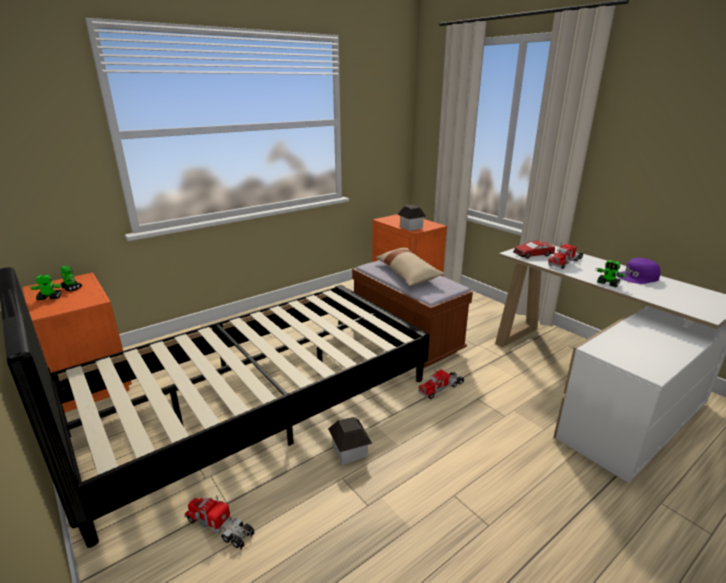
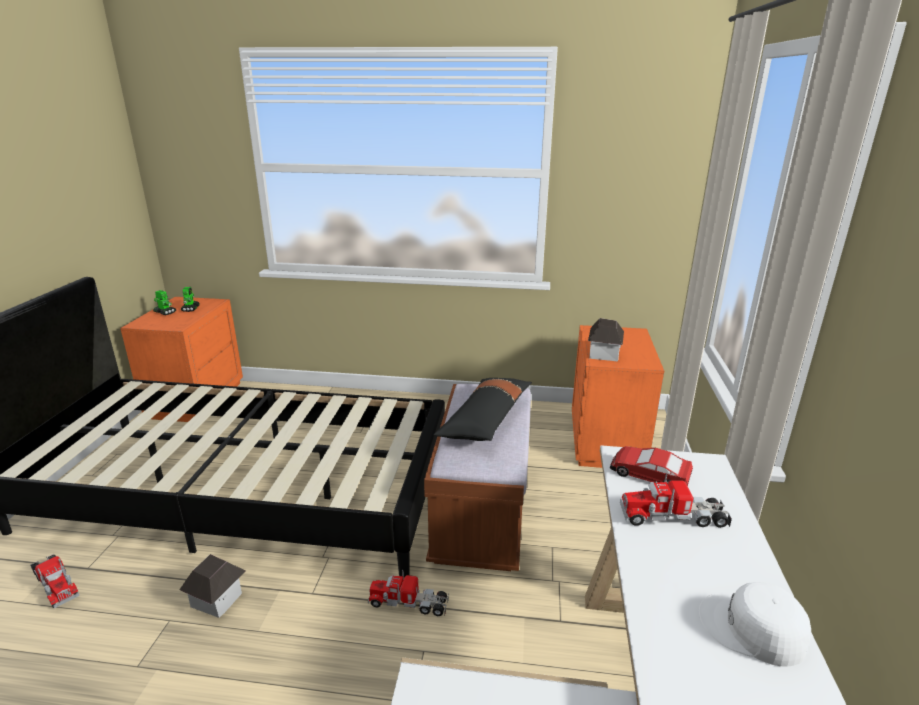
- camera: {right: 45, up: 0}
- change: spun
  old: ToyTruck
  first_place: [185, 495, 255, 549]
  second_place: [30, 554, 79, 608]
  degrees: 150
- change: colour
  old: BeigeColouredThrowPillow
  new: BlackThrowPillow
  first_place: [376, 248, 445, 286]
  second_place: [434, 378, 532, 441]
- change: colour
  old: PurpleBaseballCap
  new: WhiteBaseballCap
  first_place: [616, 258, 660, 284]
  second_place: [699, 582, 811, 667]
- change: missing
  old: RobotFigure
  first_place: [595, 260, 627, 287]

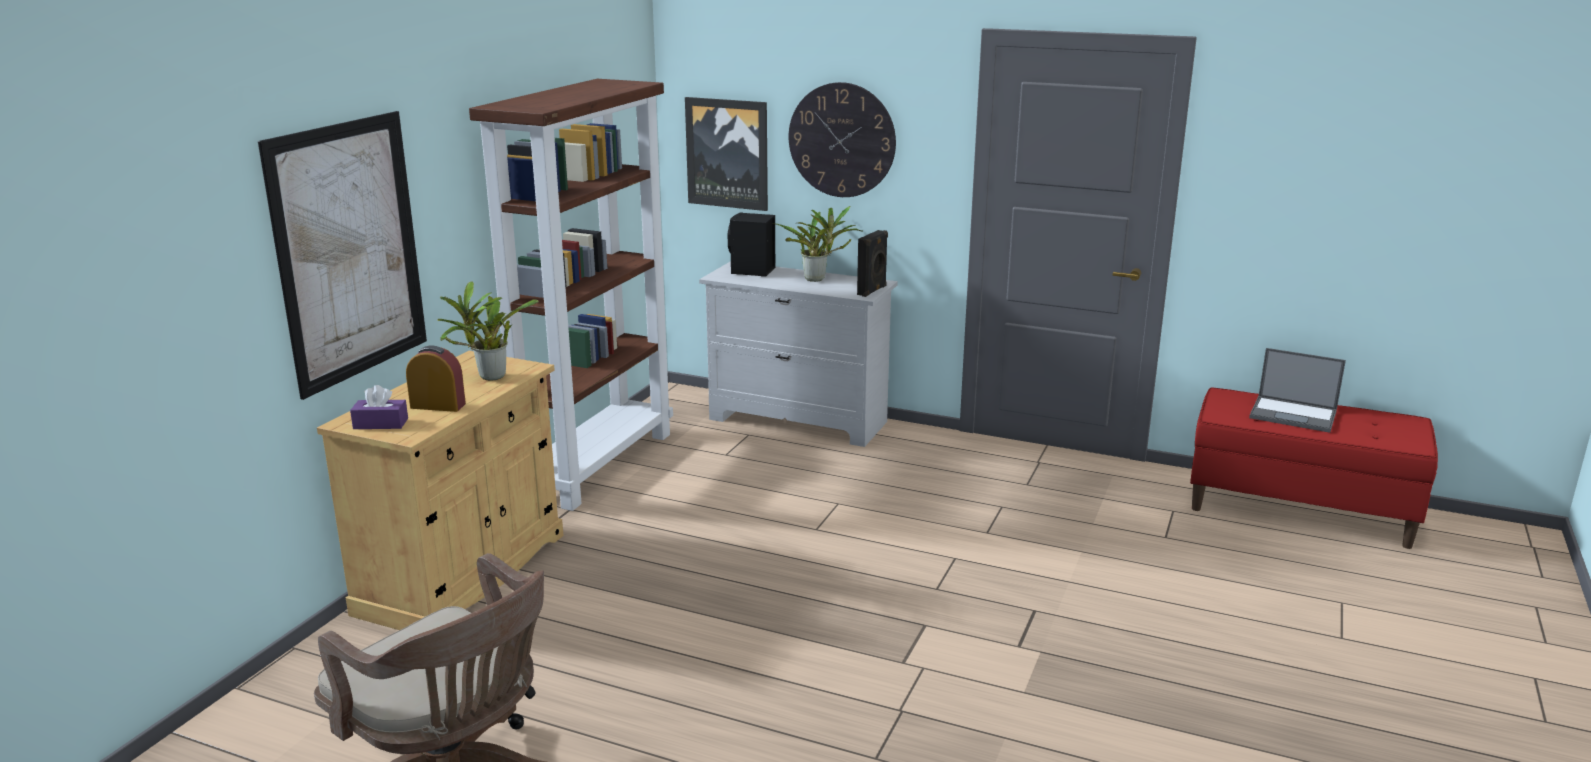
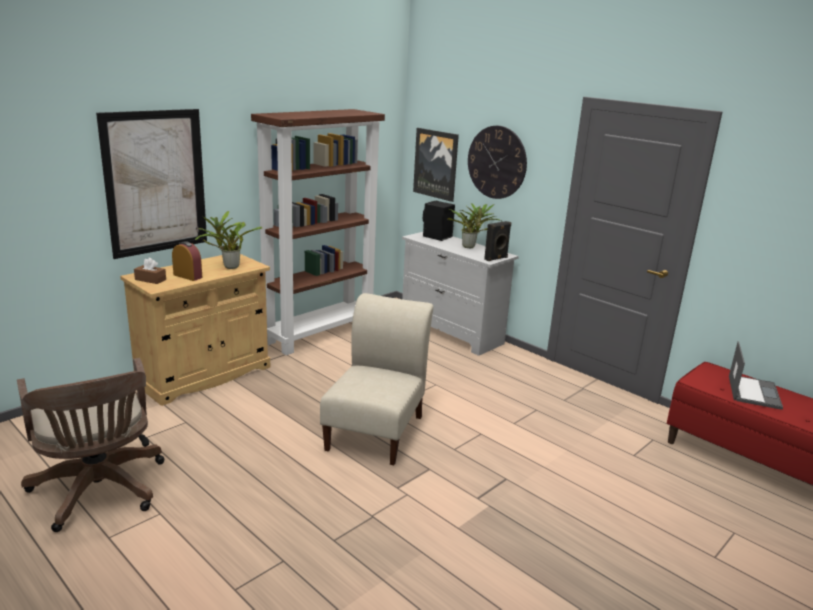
- camera: {right: 20, up: 0}
- change: colour
  old: PurpleBoxOfTissues
  new: BrownishBoxOfTissues
  first_place: [350, 385, 408, 429]
  second_place: [134, 258, 166, 284]
- change: appeared
  new: BeigeColouredPlainChair
  second_place: [320, 293, 433, 465]
- change: spun
  old: PortableComputer
  first_place: [1249, 348, 1346, 433]
  second_place: [729, 341, 783, 410]
  degrees: -120

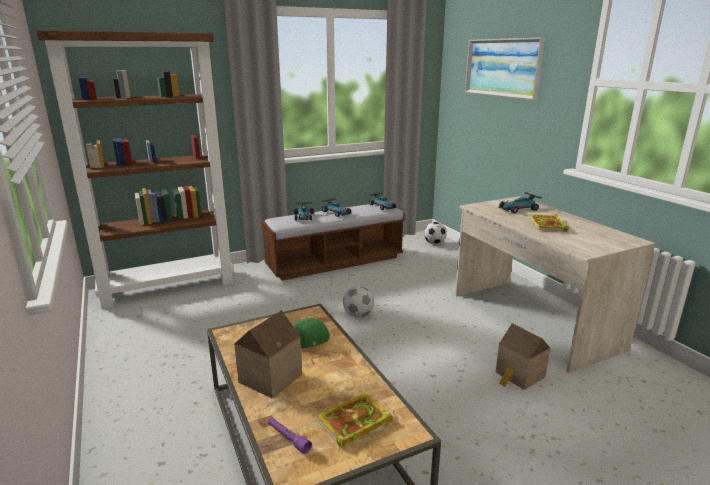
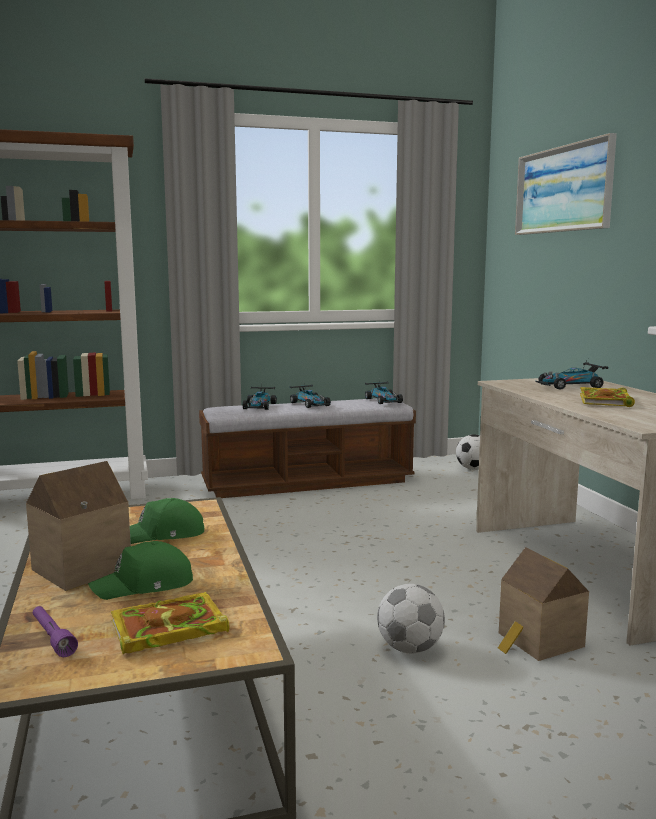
- camera: {right: 10, up: -10}
- change: appeared
  new: GreenishBaseballCap
  second_place: [88, 541, 193, 600]
- change: relocated
  old: Football
  first_place: [343, 286, 374, 318]
  second_place: [377, 584, 445, 653]

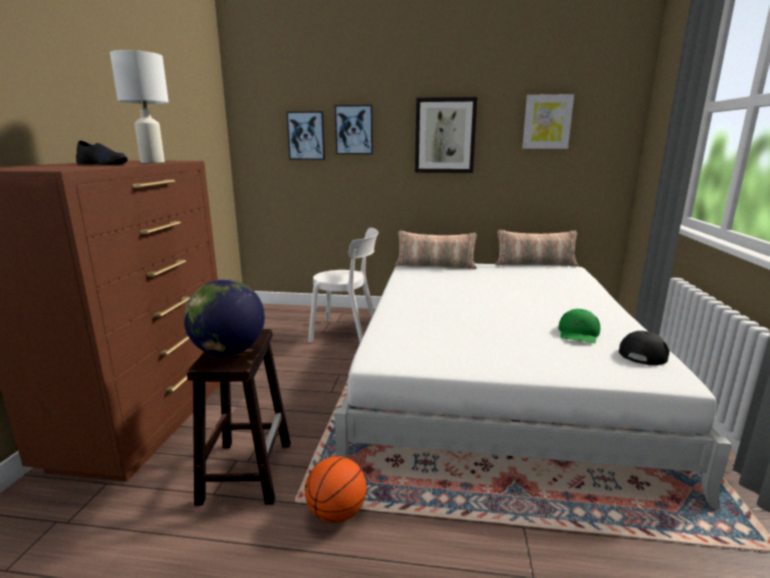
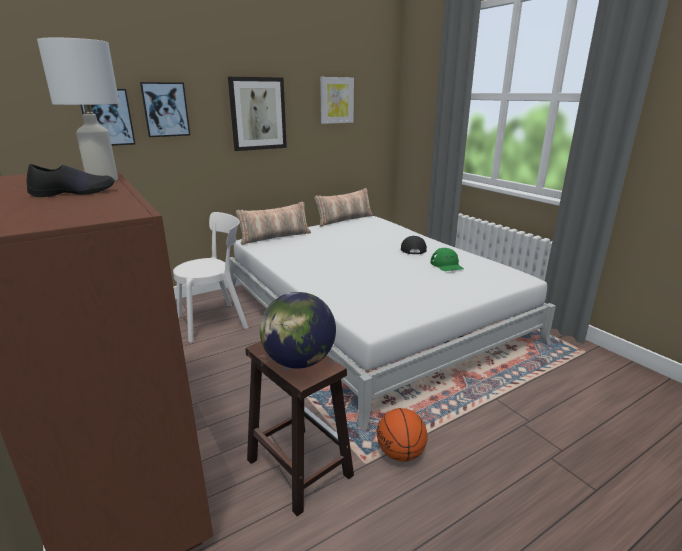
- camera: {right: -40, up: 5}
- change: relocated
  old: BlackBaseballCap
  first_place: [619, 331, 670, 365]
  second_place: [401, 236, 427, 254]

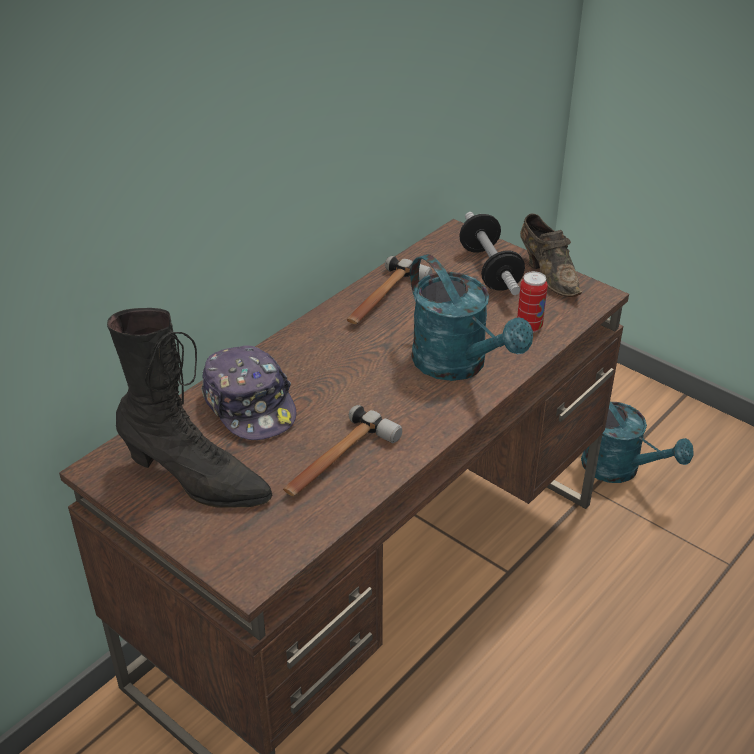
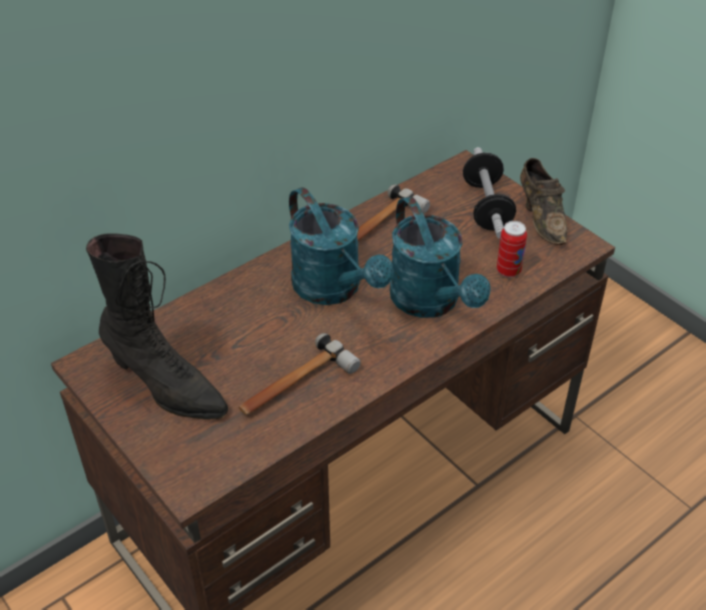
- camera: {right: 10, up: 5}
- change: relocated
  old: TurquoiseSprinklingCan
  first_place: [581, 401, 693, 483]
  second_place: [289, 187, 393, 305]
- change: missing
  old: BaseballCap
  first_place: [201, 345, 296, 440]

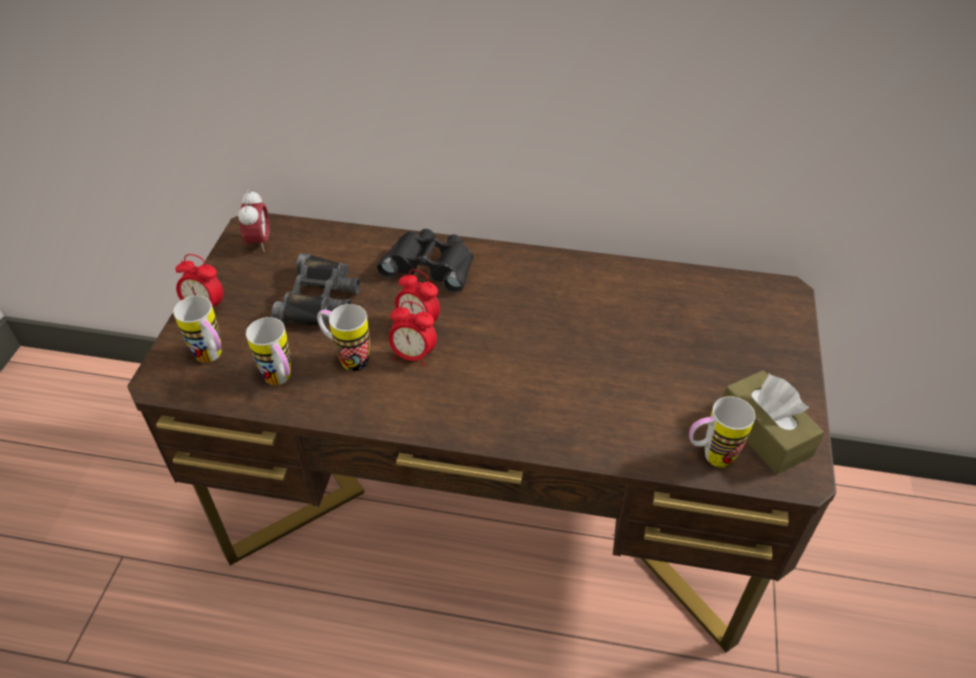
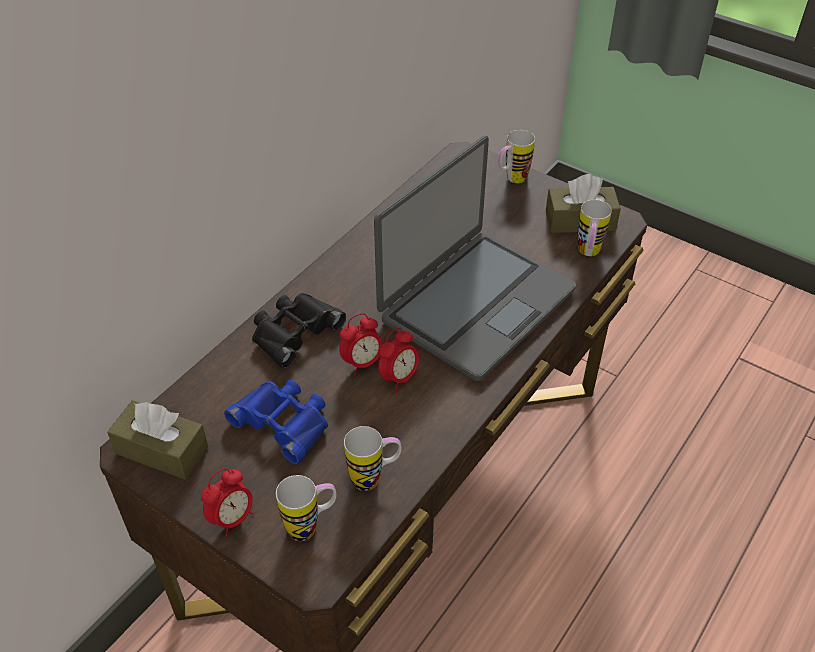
- camera: {right: -65, up: 0}
- change: exchanged
  old: BedsideClock
  new: BrownishBoxOfTissues
  first_place: [238, 189, 270, 252]
  second_place: [107, 400, 208, 480]
- change: colour
  old: BlackPairOfBinoculars
  new: BlueColouredPairOfBinoculars
  first_place: [271, 253, 360, 325]
  second_place: [224, 379, 328, 464]
- change: appeared
  new: PortableComputer
  second_place: [374, 136, 576, 381]
- change: relocated
  old: CoffeeMug
  first_place: [317, 304, 370, 371]
  second_place: [498, 130, 535, 183]

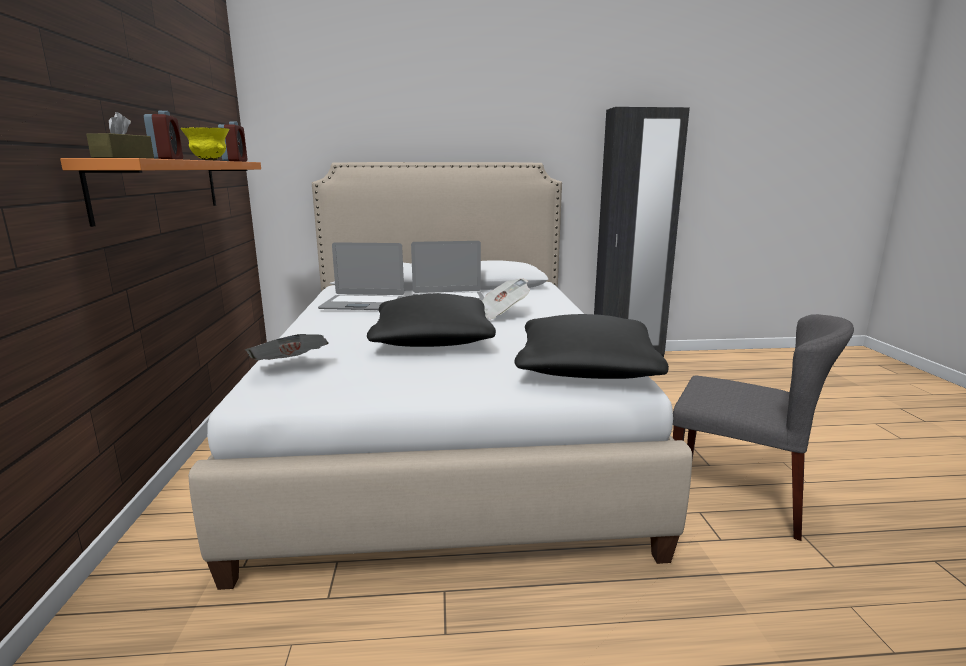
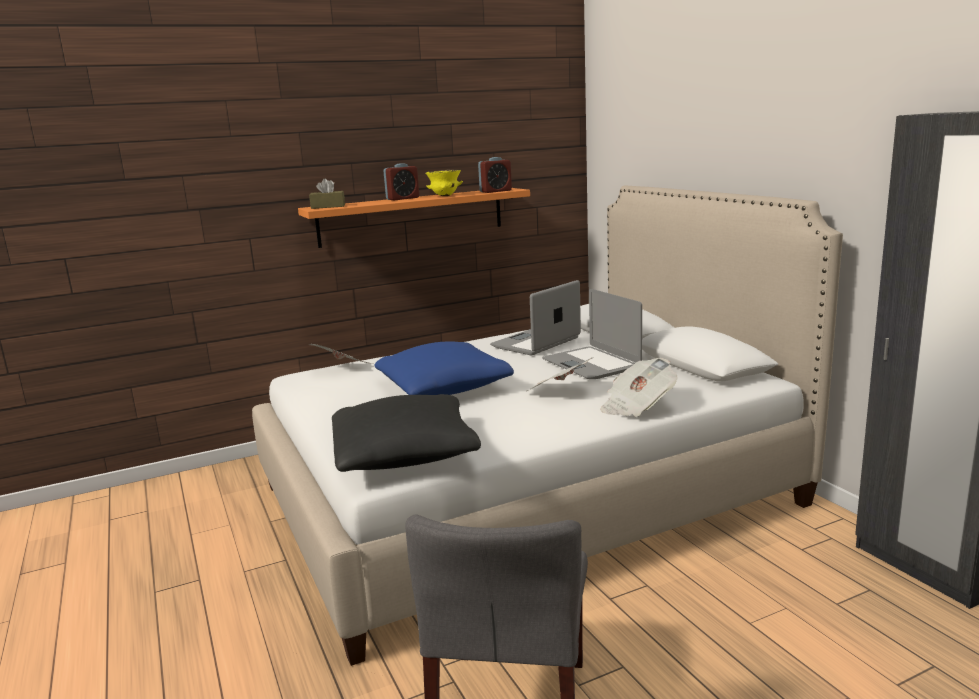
- camera: {right: 70, up: 0}
- change: colour
  old: BlackThrowPillow
  new: BlueColouredThrowPillow
  first_place: [367, 294, 496, 347]
  second_place: [374, 341, 514, 395]
- change: spun
  old: PortableComputer
  first_place: [318, 242, 404, 310]
  second_place: [490, 280, 581, 356]
  degrees: 60
- change: appeared
  new: PrintedPaper
  second_place: [600, 358, 678, 417]

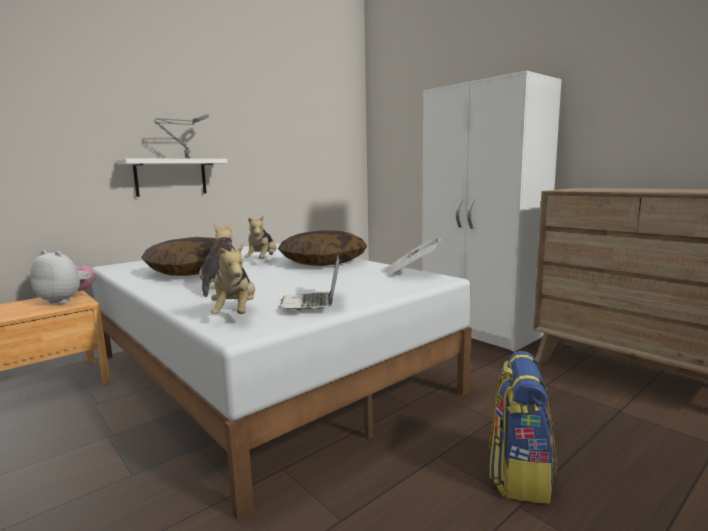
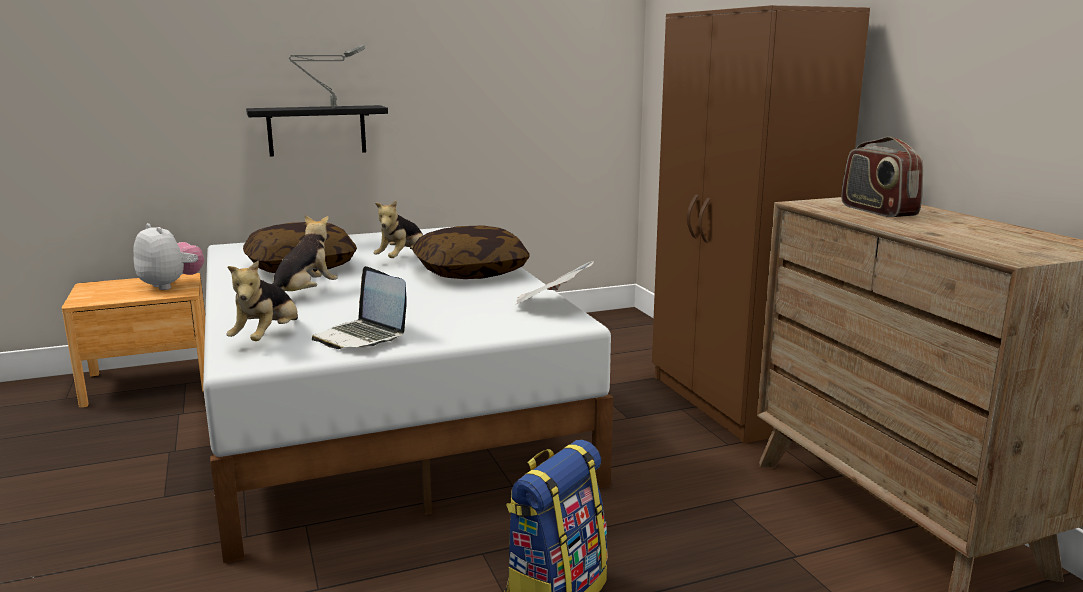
- camera: {right: 20, up: 5}
- change: colour
  old: WhiteShelf
  new: BlackShelf
  first_place: [117, 159, 227, 197]
  second_place: [246, 105, 388, 156]
- change: spun
  old: PortableComputer
  first_place: [279, 251, 339, 310]
  second_place: [312, 266, 407, 349]
  degrees: -60
- change: colour
  old: WhiteWardrobe
  new: BrownishWardrobe
  first_place: [422, 71, 562, 352]
  second_place: [652, 5, 870, 444]
- change: appeared
  new: Radio
  second_place: [841, 136, 923, 217]

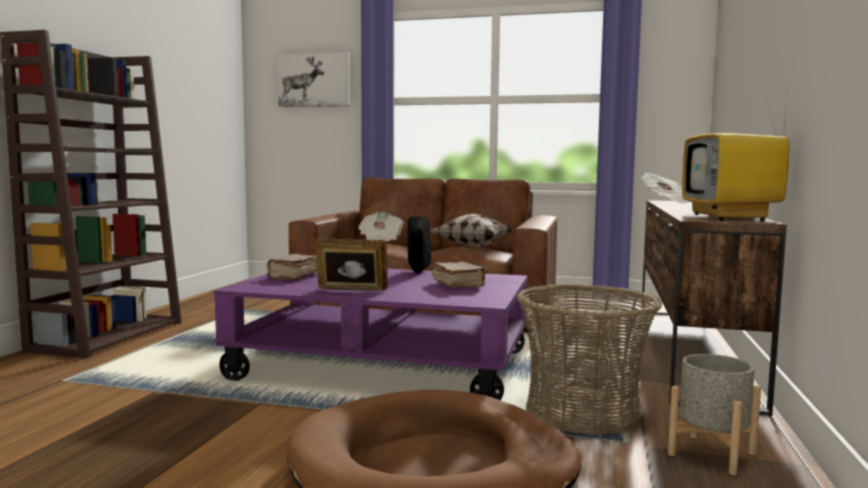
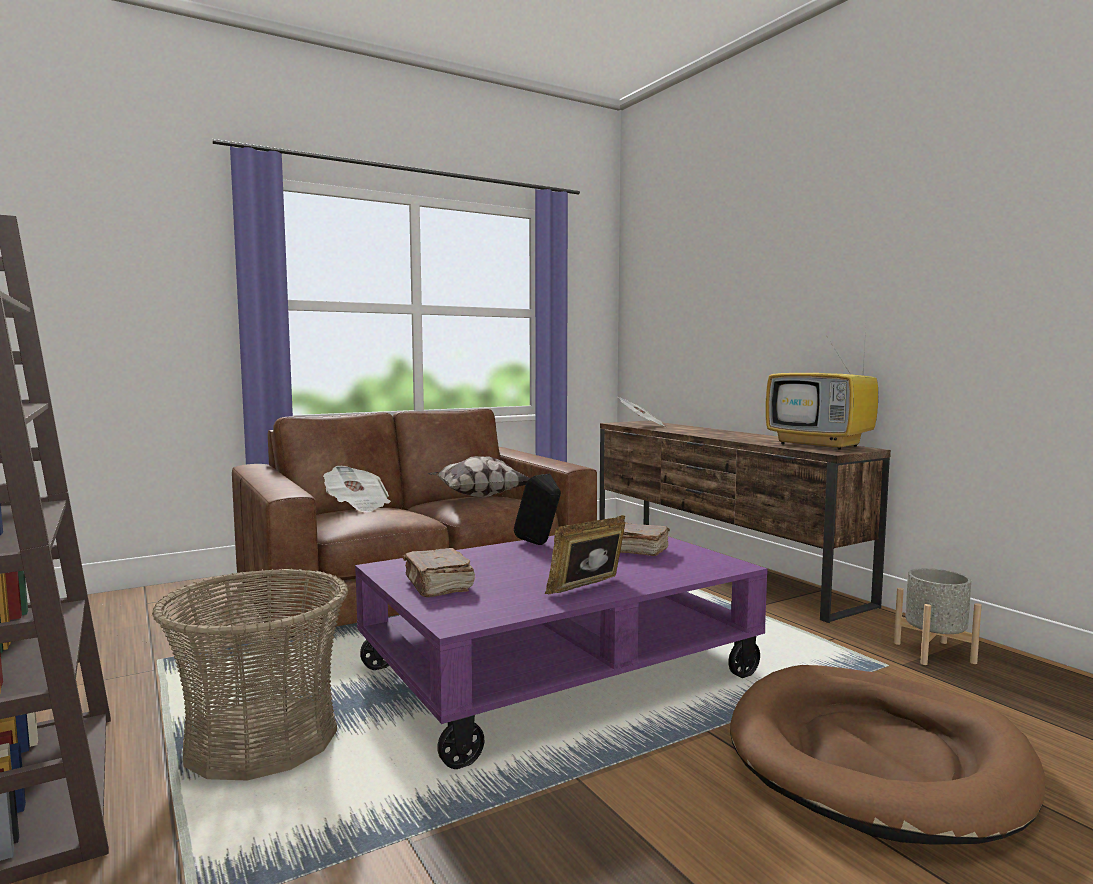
- camera: {right: -45, up: 0}
- change: relocated
  old: Basket
  first_place: [517, 284, 662, 435]
  second_place: [152, 568, 348, 780]
- change: missing
  old: Picture
  first_place: [277, 52, 350, 107]

